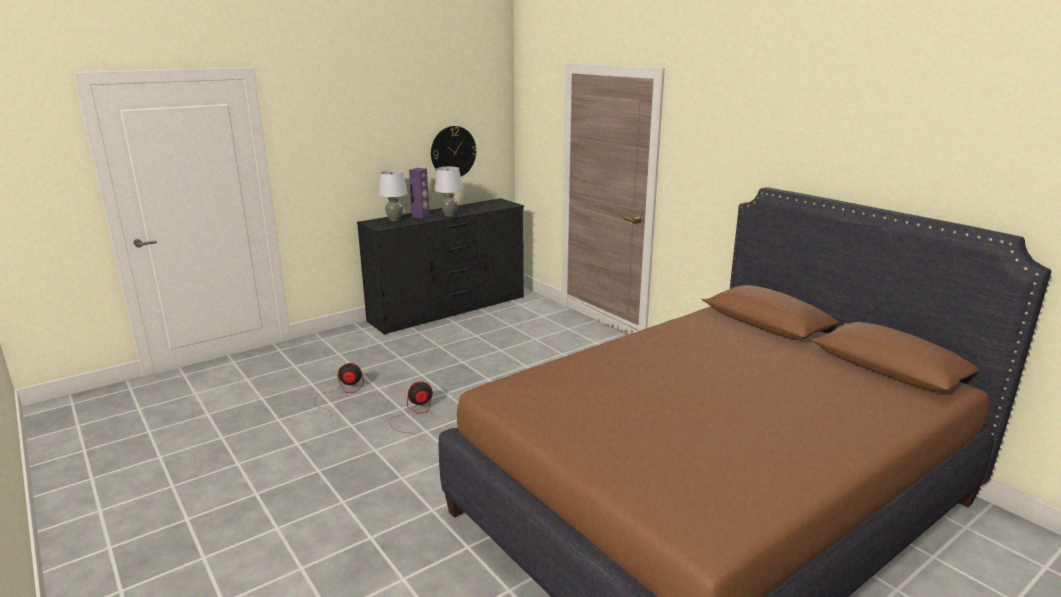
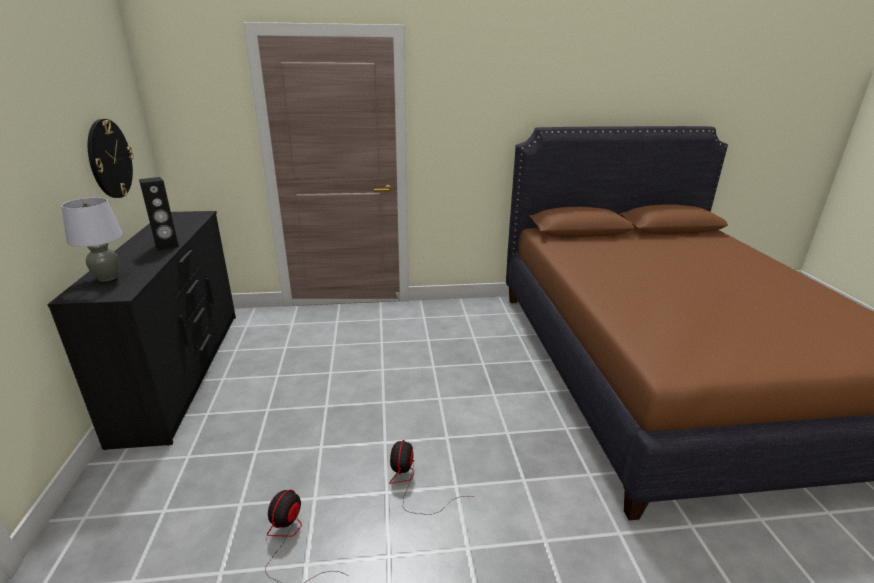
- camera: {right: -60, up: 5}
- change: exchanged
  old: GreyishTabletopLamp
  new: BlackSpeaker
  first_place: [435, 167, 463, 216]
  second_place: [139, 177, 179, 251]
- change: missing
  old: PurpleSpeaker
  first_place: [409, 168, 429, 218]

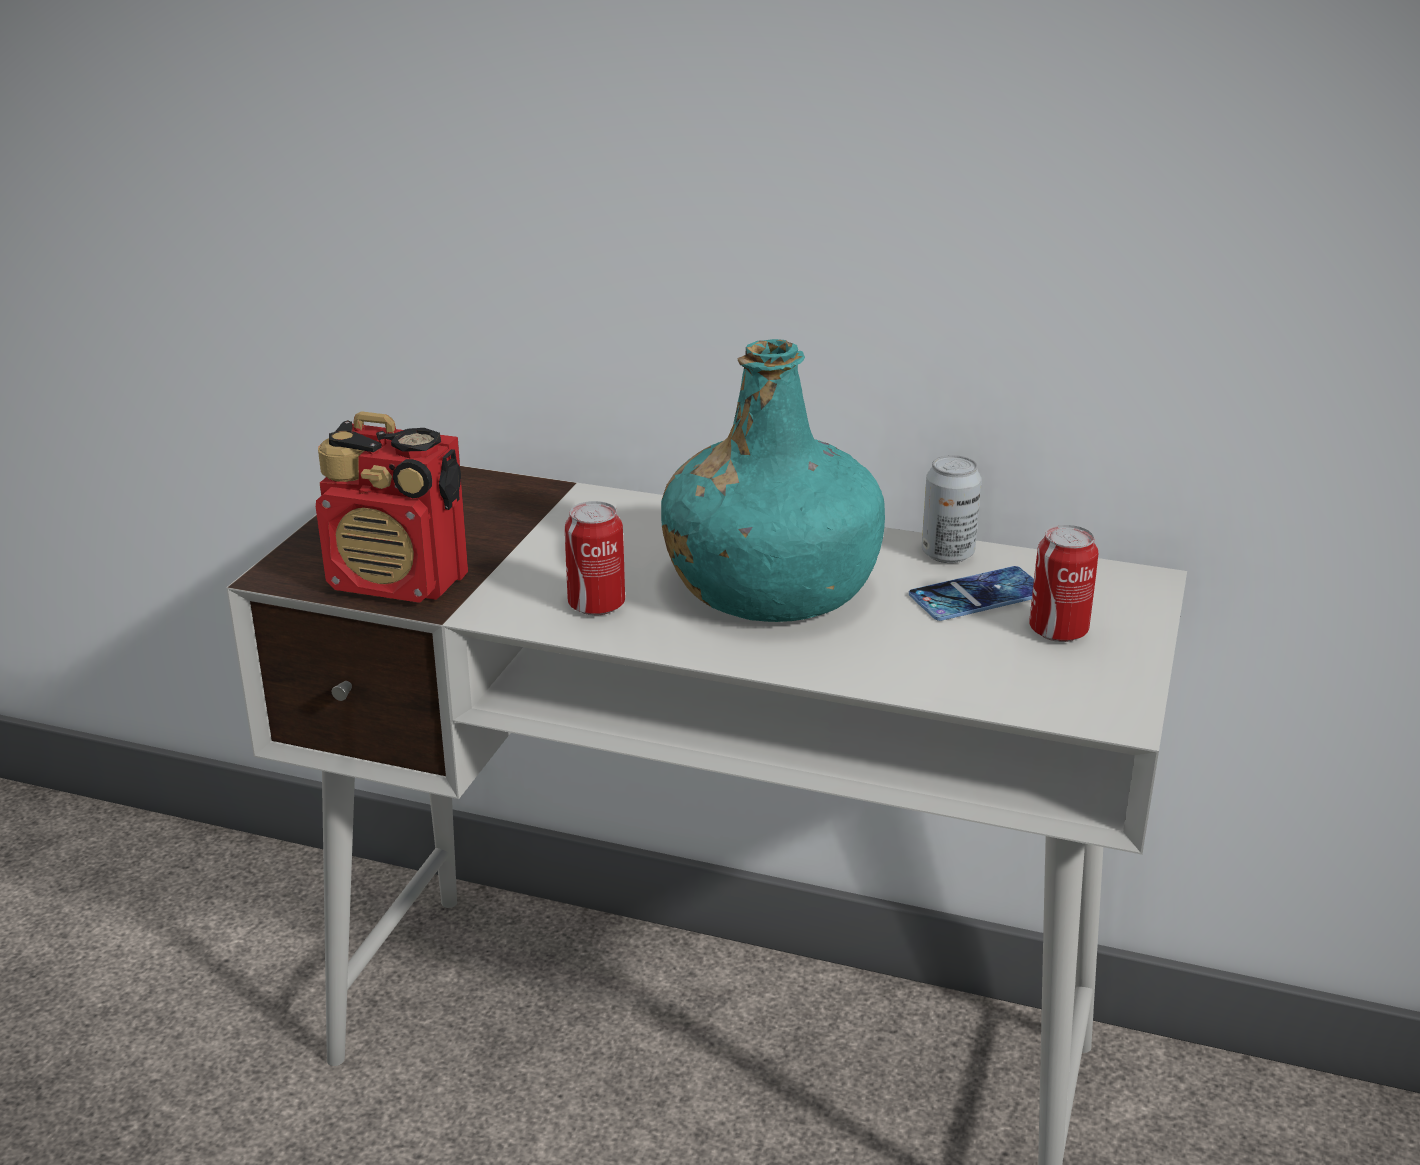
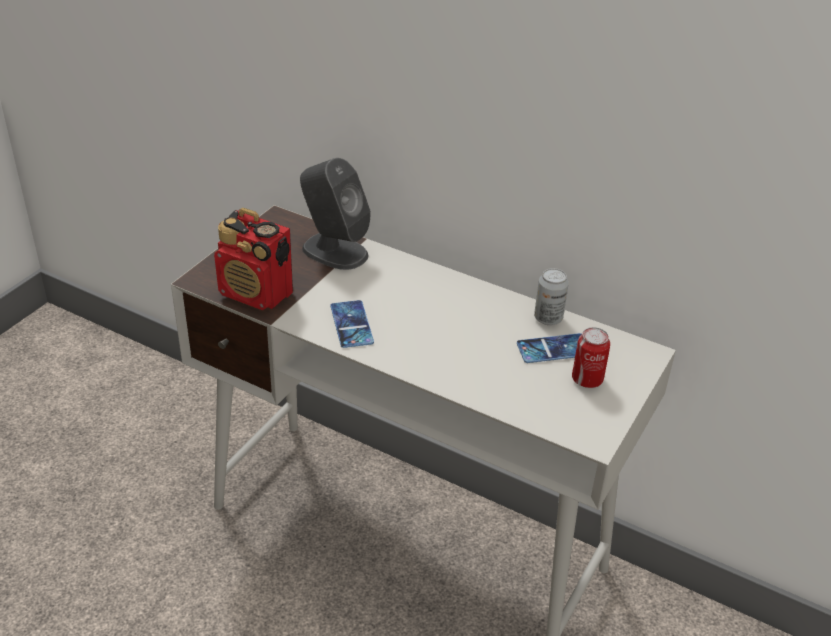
- camera: {right: 10, up: 10}
- change: appeared
  new: GreyishSpeaker
  second_place: [300, 158, 371, 270]
- change: exchanged
  old: Can
  new: Handset
  first_place: [565, 501, 625, 615]
  second_place: [330, 300, 374, 348]
- change: missing
  old: TurquoiseBottle
  first_place: [661, 339, 885, 622]

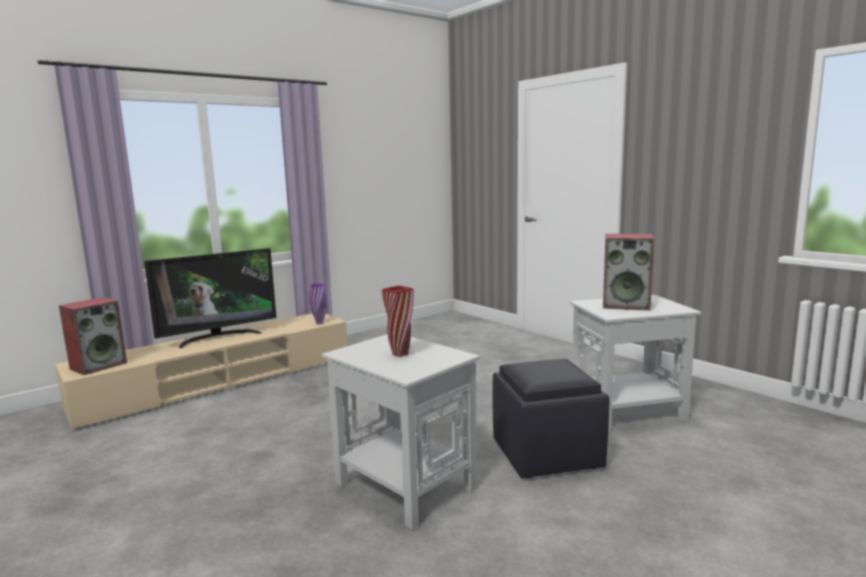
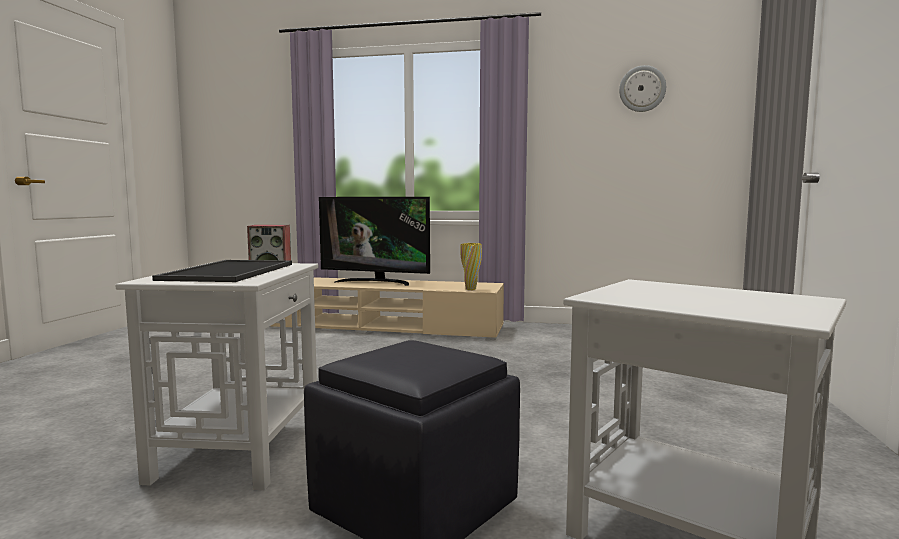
- camera: {right: 50, up: -5}
- change: exchanged
  old: RedVase
  new: ServingTray
  first_place: [382, 285, 414, 357]
  second_place: [152, 260, 292, 282]
- change: colour
  old: PurpleVase
  new: YellowishVase
  first_place: [309, 283, 327, 324]
  second_place: [460, 243, 482, 290]
- change: appeared
  new: HangingClock
  second_place: [619, 65, 666, 112]
- change: missing
  old: Speaker
  first_place: [603, 234, 655, 310]

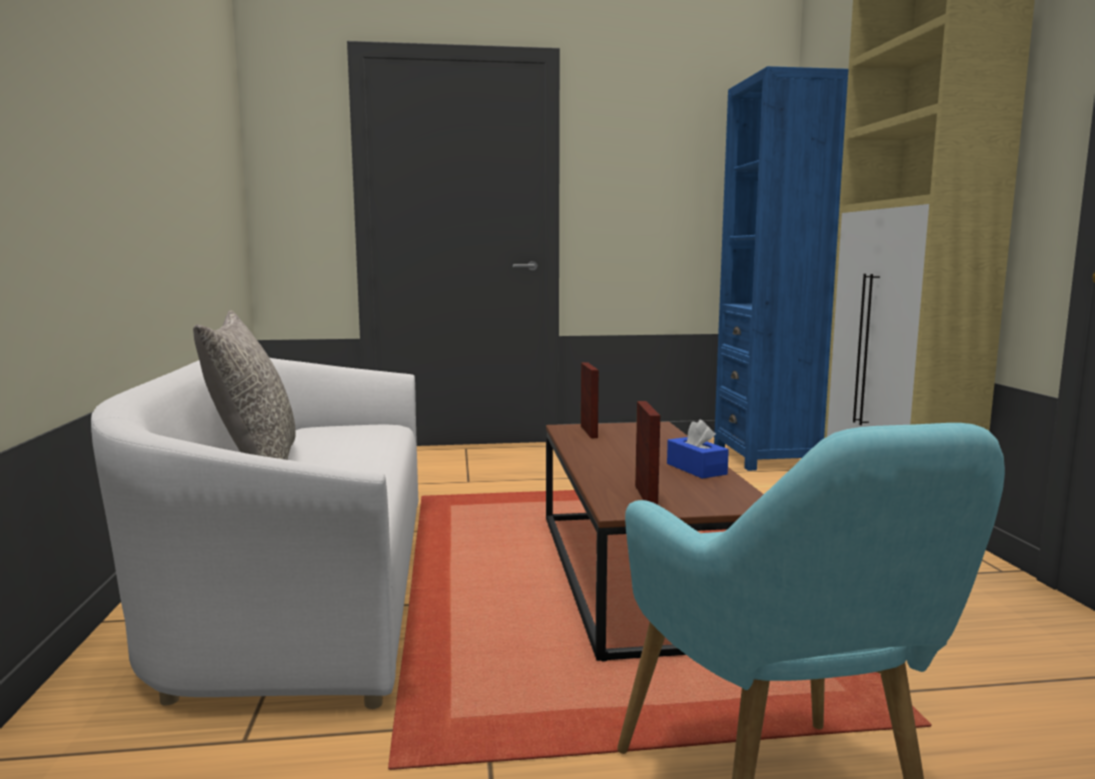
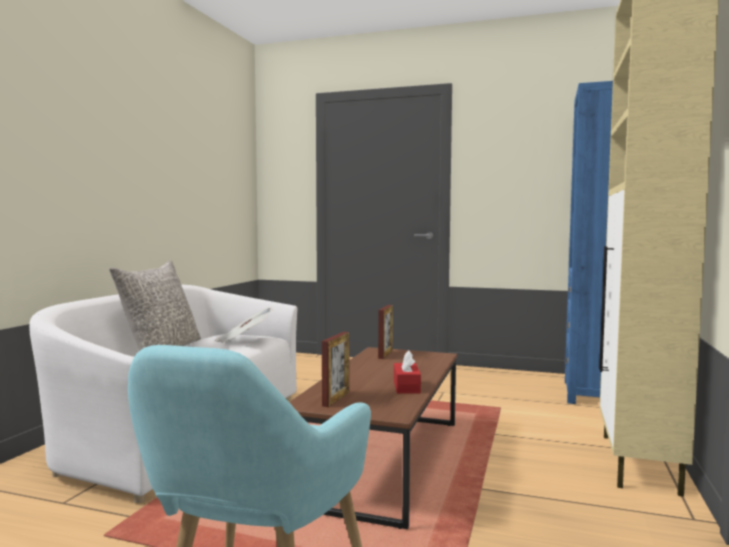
- camera: {right: 25, up: -5}
- change: appeared
  new: PrintedPaper
  second_place: [215, 308, 273, 343]
- change: colour
  old: BlueColouredBoxOfTissues
  new: RedBoxOfTissues
  first_place: [667, 420, 729, 479]
  second_place: [394, 351, 421, 394]

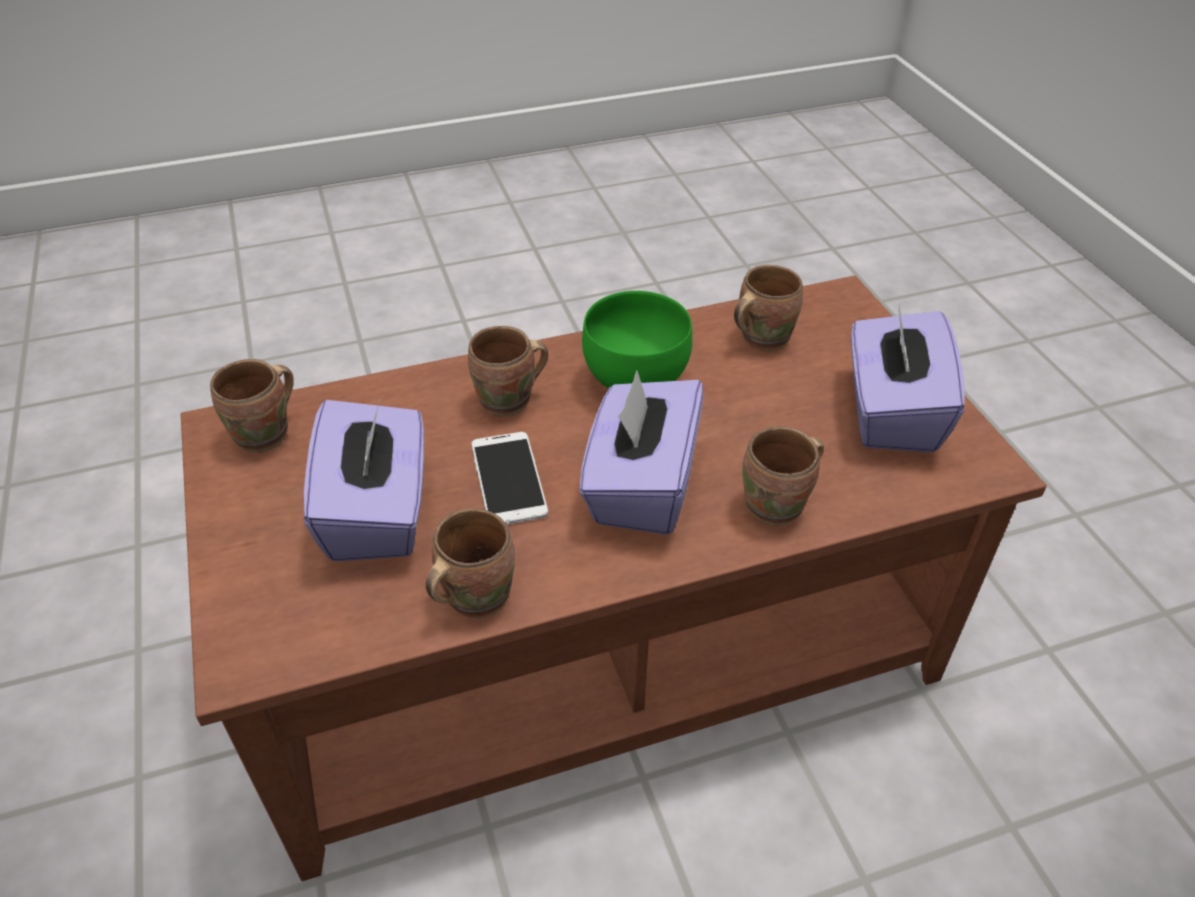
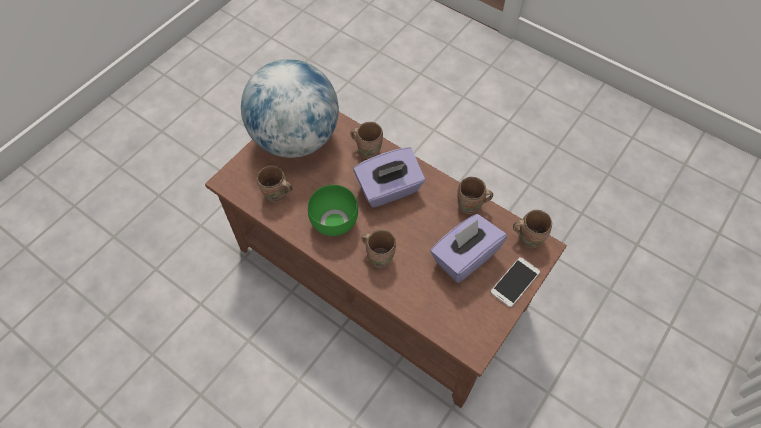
- camera: {right: -125, up: 15}
- change: exchanged
  old: PurpleBoxOfTissues
  new: DeskGlobe
  first_place: [851, 301, 965, 453]
  second_place: [241, 59, 339, 158]
- change: relocated
  old: Handset
  first_place: [471, 432, 548, 525]
  second_place: [491, 257, 540, 307]
- change: relocated
  old: BrownishCoffeeMug
  first_place: [210, 359, 294, 453]
  second_place: [513, 210, 552, 248]

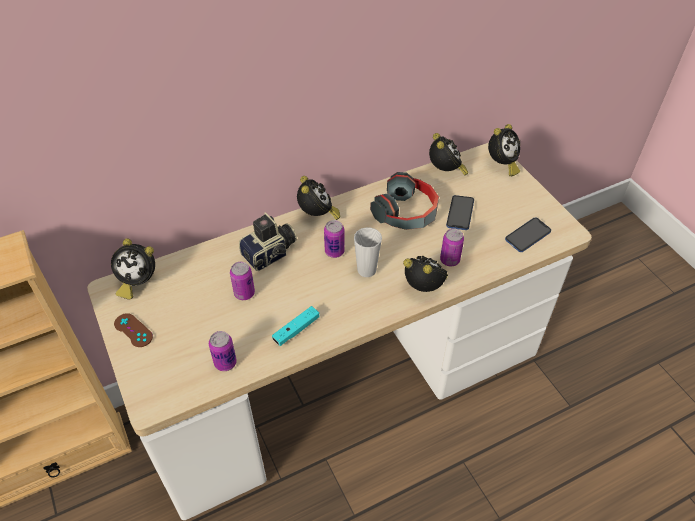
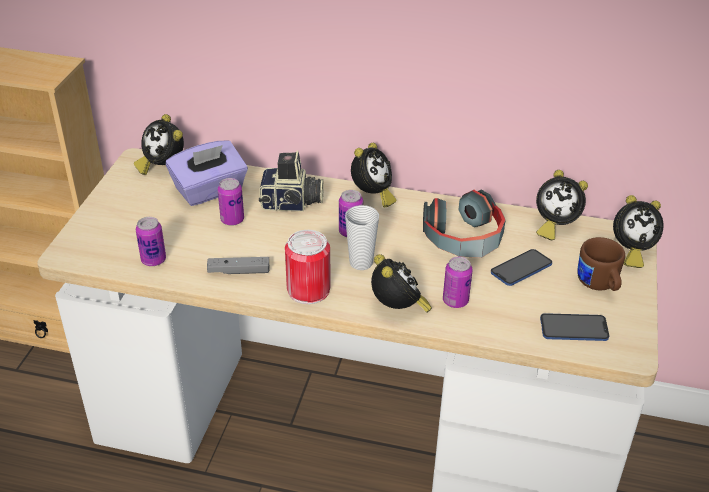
- camera: {right: 40, up: -10}
- change: appeared
  new: PurpleBoxOfTissues
  second_place: [166, 141, 248, 206]
- change: colour
  old: TurquoiseJoypad
  new: GreyishJoypad
  first_place: [272, 306, 319, 346]
  second_place: [207, 257, 269, 274]
- change: appeared
  new: Can
  second_place: [285, 230, 331, 304]
- change: spun
  old: BedsideClock
  first_place: [429, 133, 468, 175]
  second_place: [536, 170, 588, 240]
  degrees: 75
- change: appeared
  new: BrownishCoffeeMug
  second_place: [577, 237, 625, 291]
- change: missing
  old: BrownishJoypad
  first_place: [114, 313, 153, 347]

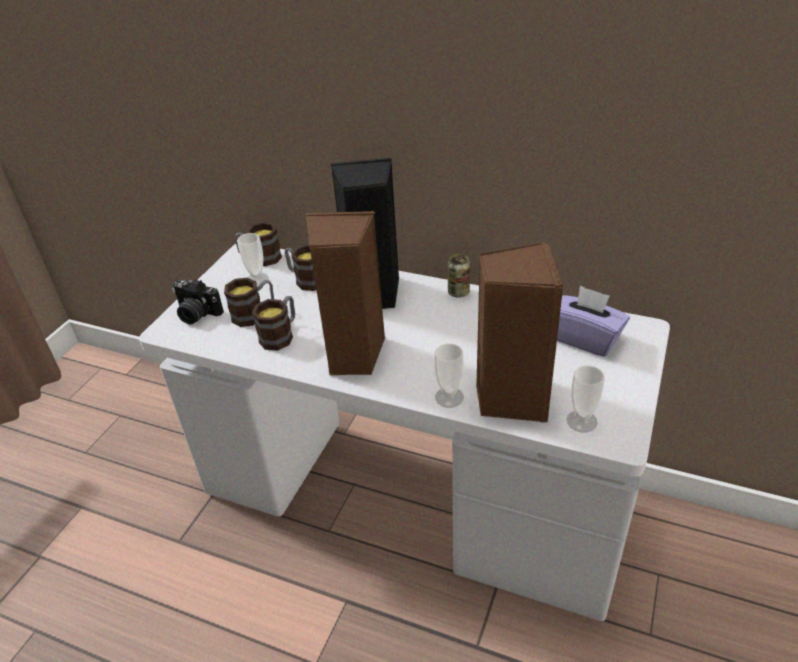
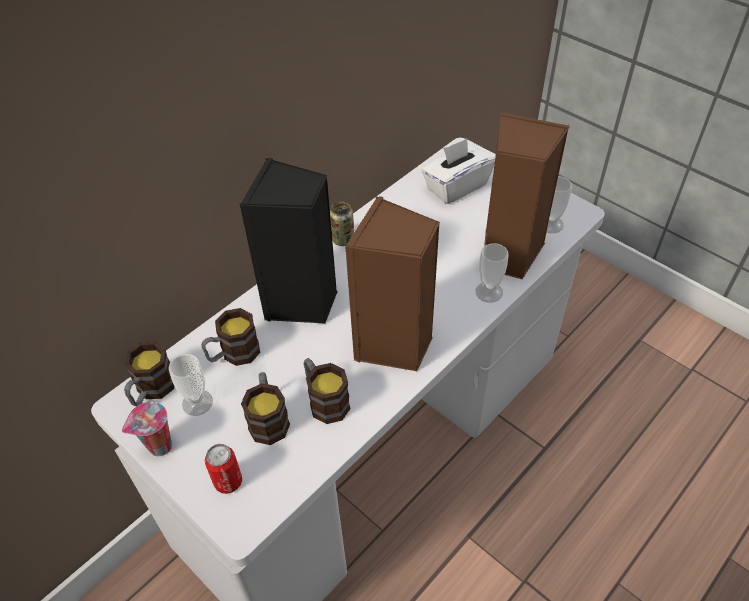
- camera: {right: -70, up: 10}
- change: appeared
  new: DrinkingCup
  second_place: [122, 402, 172, 456]
- change: exchanged
  old: PhotoCamera
  new: Can
  first_place: [172, 279, 224, 324]
  second_place: [205, 444, 242, 494]
- change: colour
  old: PurpleBoxOfTissues
  new: WhiteBoxOfTissues
  first_place: [557, 285, 630, 357]
  second_place: [421, 138, 495, 204]

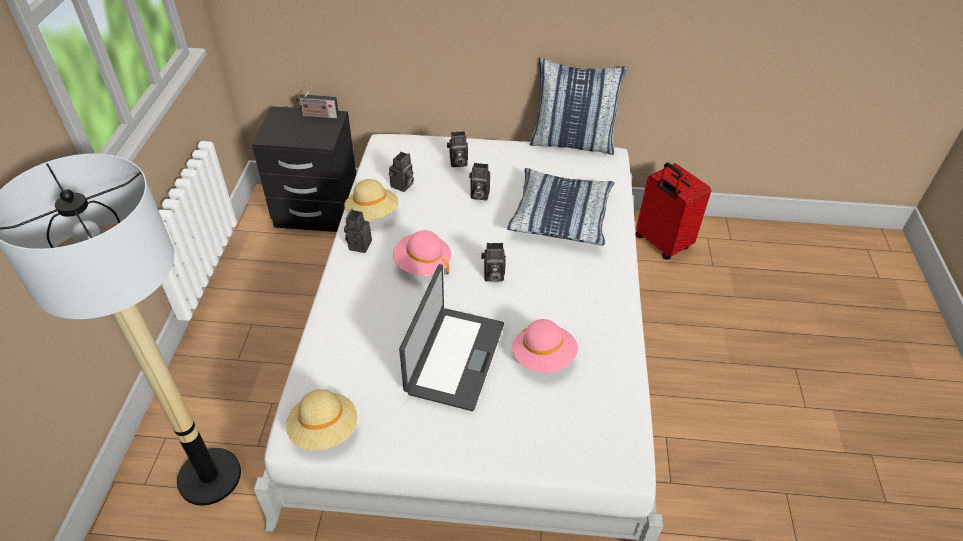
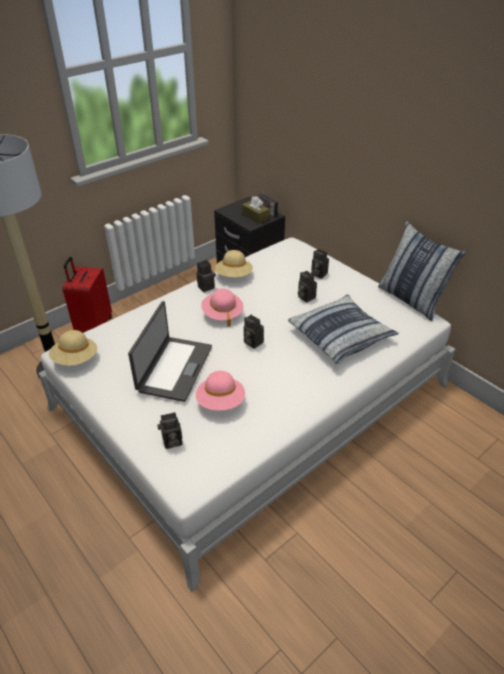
- camera: {right: 45, up: -5}
- change: relocated
  old: RedSuitcase
  first_place: [635, 163, 711, 260]
  second_place: [62, 257, 112, 333]
- change: spun
  old: PortableComputer
  first_place: [399, 264, 504, 411]
  second_place: [128, 301, 212, 402]
  degrees: -45
- change: relocated
  old: PhotoCamera
  first_place: [389, 152, 414, 192]
  second_place: [157, 412, 182, 449]
- change: appeared
  new: BrownishBoxOfTissues
  second_place: [242, 196, 269, 224]

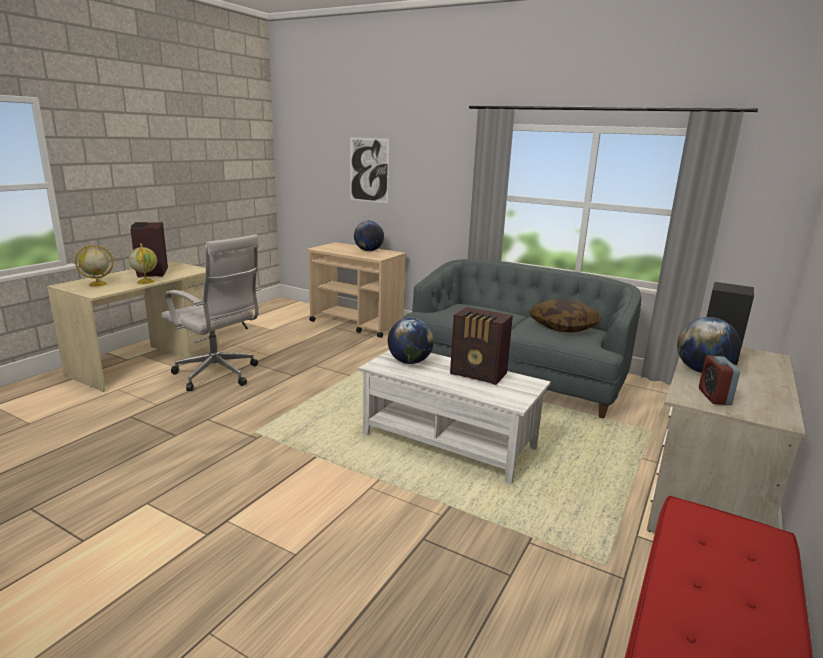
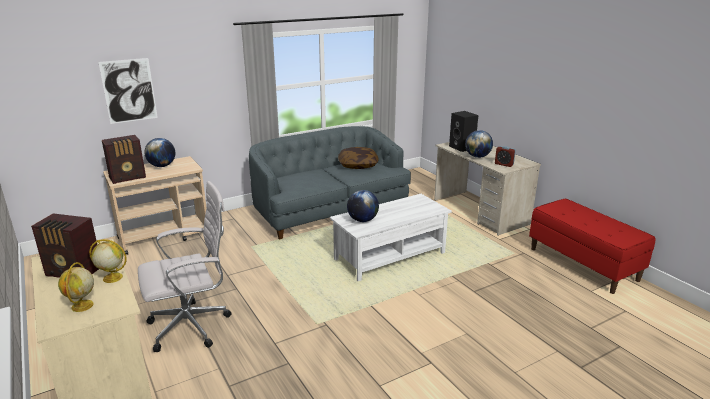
- camera: {right: -60, up: 5}
- change: relocated
  old: Radio
  first_place: [450, 307, 513, 385]
  second_place: [102, 135, 146, 184]

